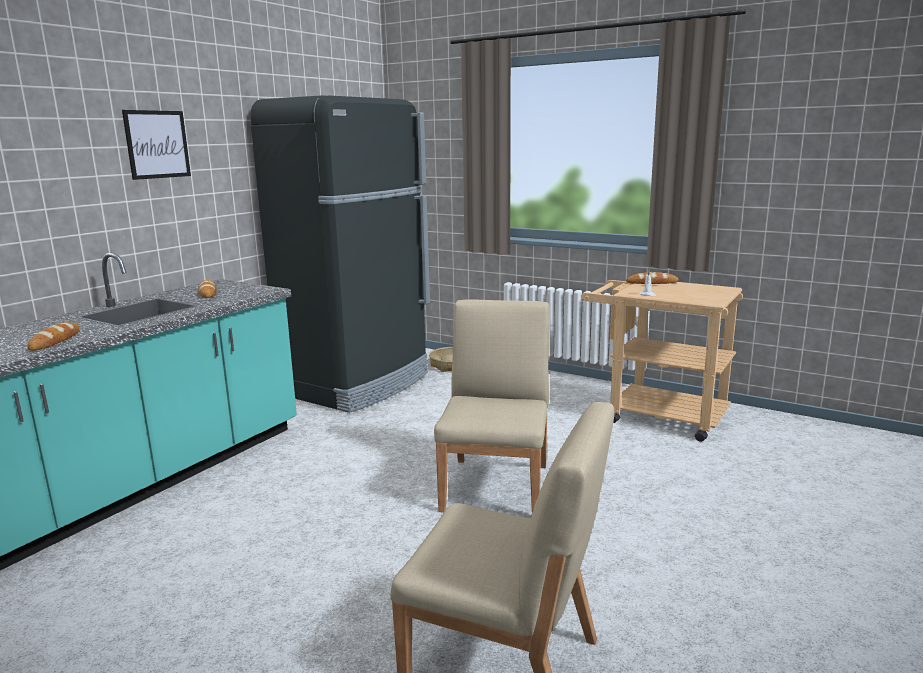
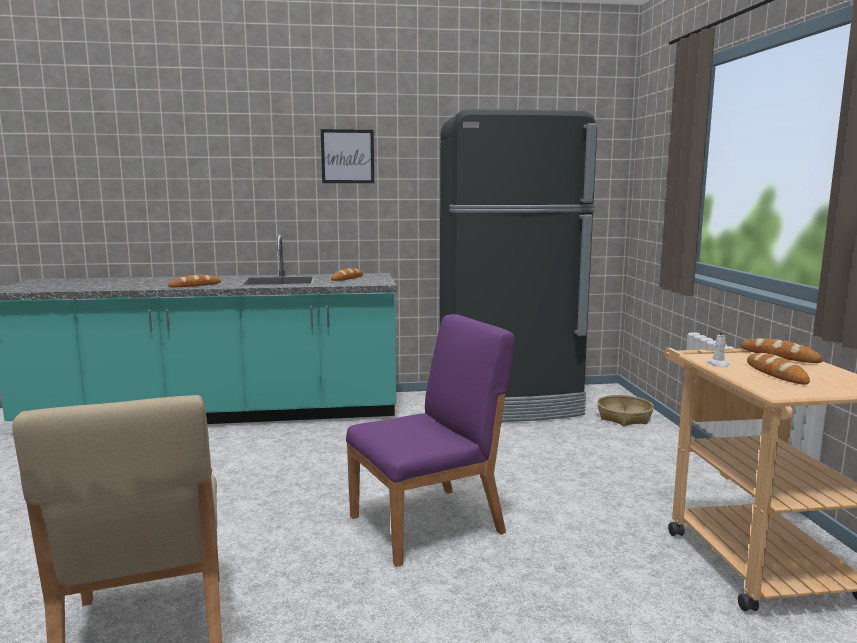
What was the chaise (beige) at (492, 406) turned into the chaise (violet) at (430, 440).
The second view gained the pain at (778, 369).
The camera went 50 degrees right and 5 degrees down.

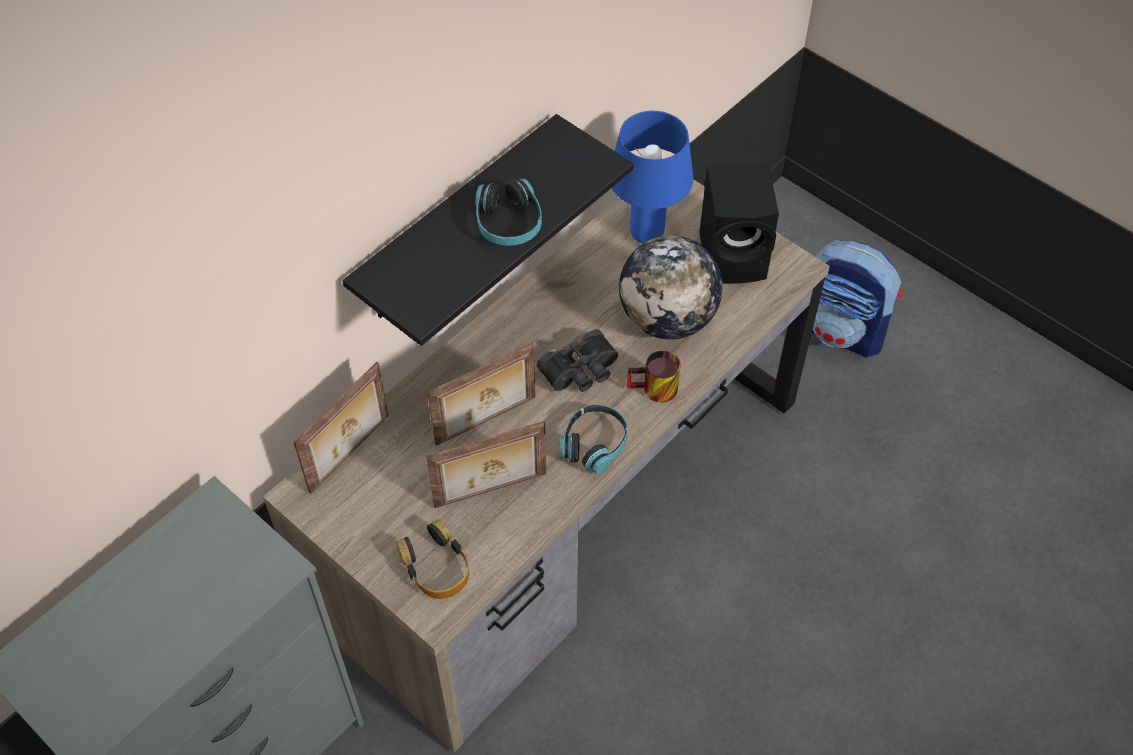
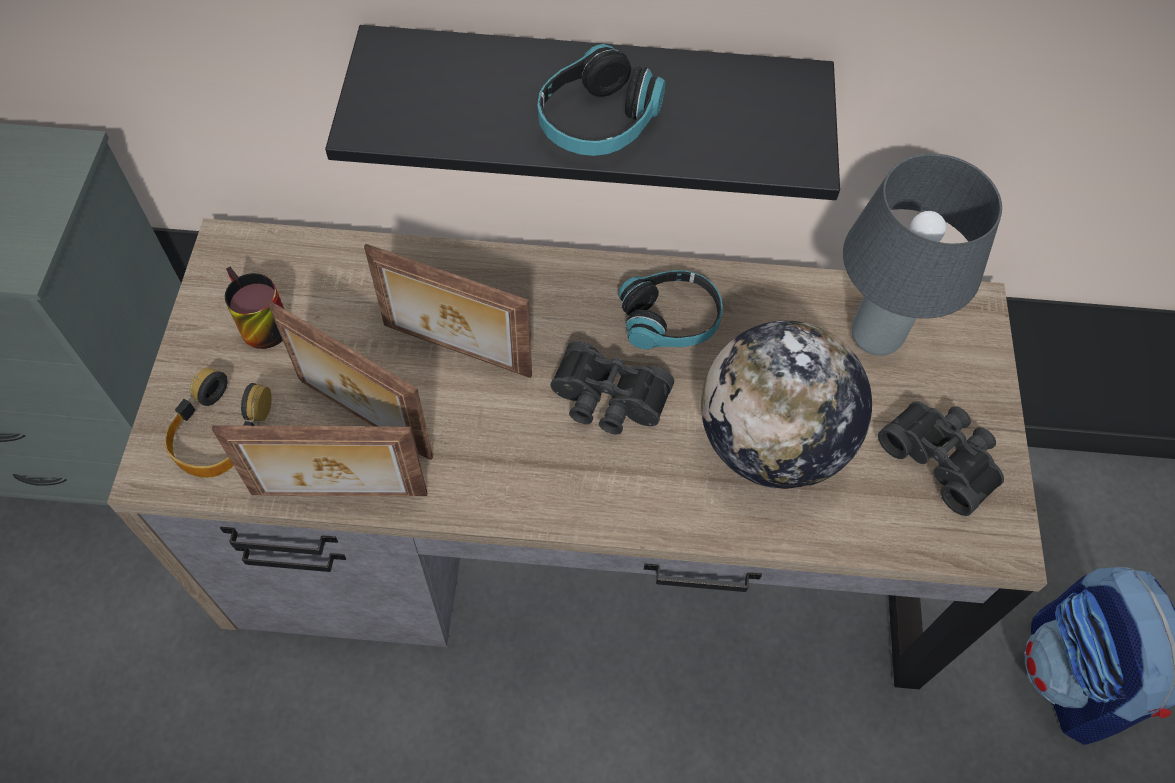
The cadre photo ended up elsewhere, having gone from (341, 428) to (319, 460).
The casque audio ended up elsewhere, having gone from (594, 439) to (670, 309).
What was the lampe de table (bleu) at (652, 177) turned into the lampe de table (gris) at (922, 254).
The mug ended up elsewhere, having gone from (654, 377) to (254, 308).
Where the enceinte (noir) stood at (739, 223), the jumelles (noir) came to stand at (941, 458).
The camera went 50 degrees right and 5 degrees up.

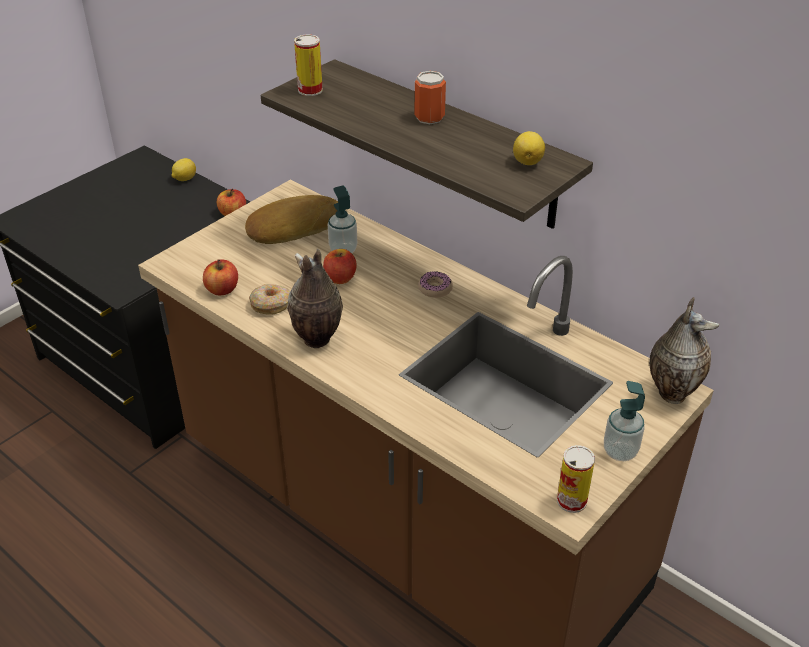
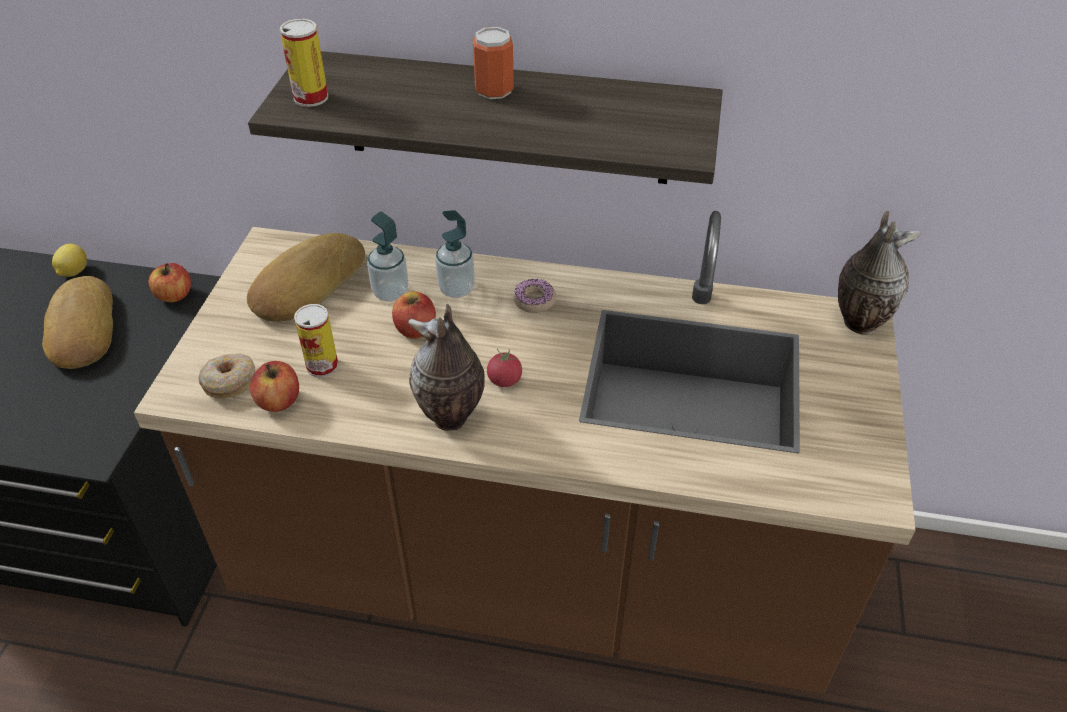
The beignet ended up elsewhere, having gone from (270, 299) to (226, 376).
The second view lost the citron at (529, 148).
The boîte métallique ended up elsewhere, having gone from (576, 479) to (316, 341).
The distributeur de savon ended up elsewhere, having gone from (624, 421) to (455, 254).
The second view gained the pain at (77, 322).
The second view gained the tomate at (504, 368).
The camera went 30 degrees left and 5 degrees up.

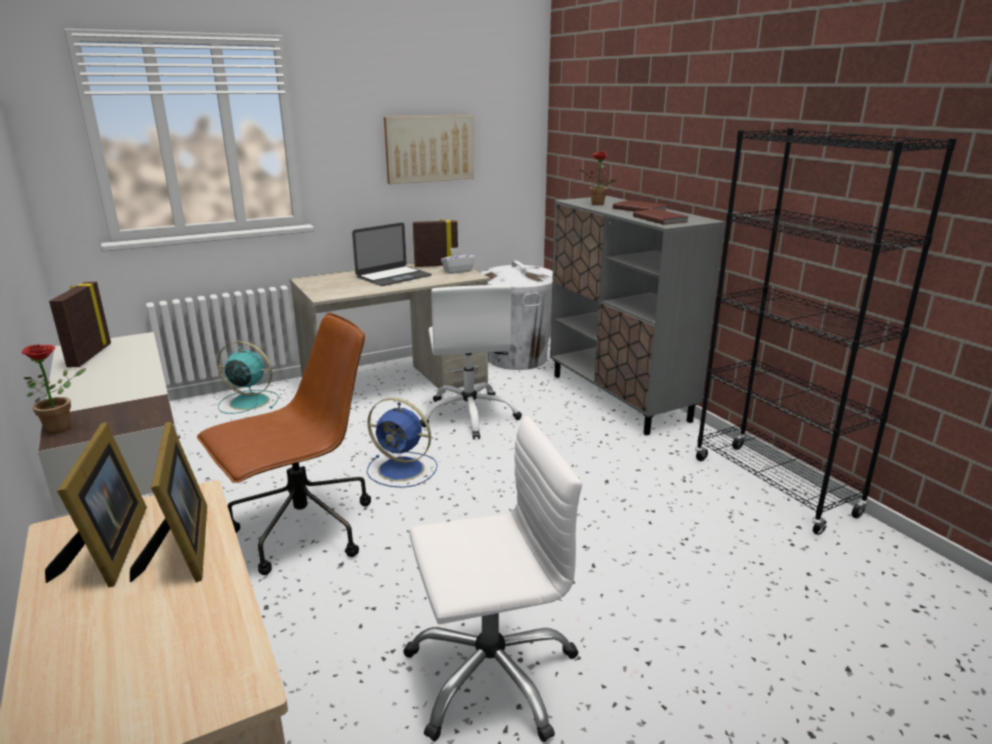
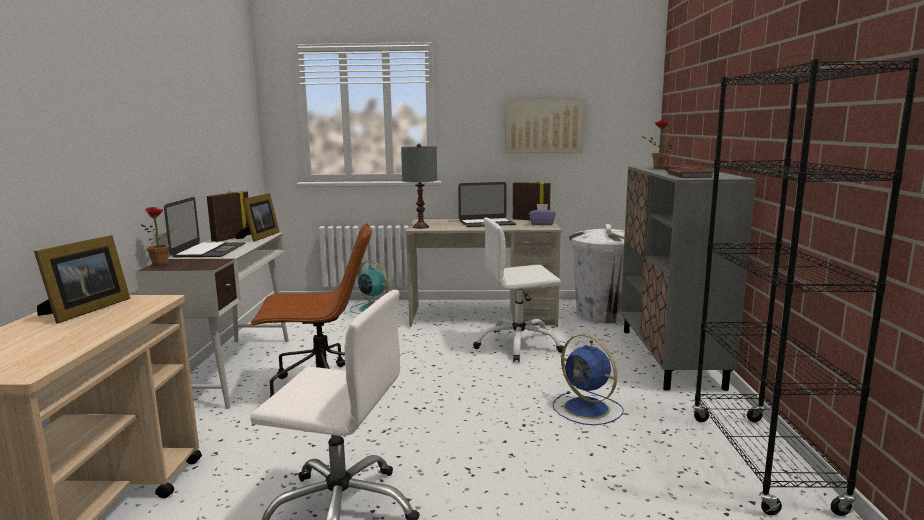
The cadre photo ended up elsewhere, having gone from (168, 502) to (258, 217).
The ventilateur (bleu) ended up elsewhere, having gone from (402, 443) to (588, 379).
The chaise de bureau (blanc) at (471, 362) ended up facing another way, 60 degrees clockwise from before.
What was the boîte à mouchoirs (blanc) at (458, 260) turned into the boîte à mouchoirs (violet) at (542, 214).
The second view gained the ordinateur portable at (205, 227).
The second view gained the lampe de table (gris) at (419, 186).
The camera went 30 degrees right and 10 degrees down.

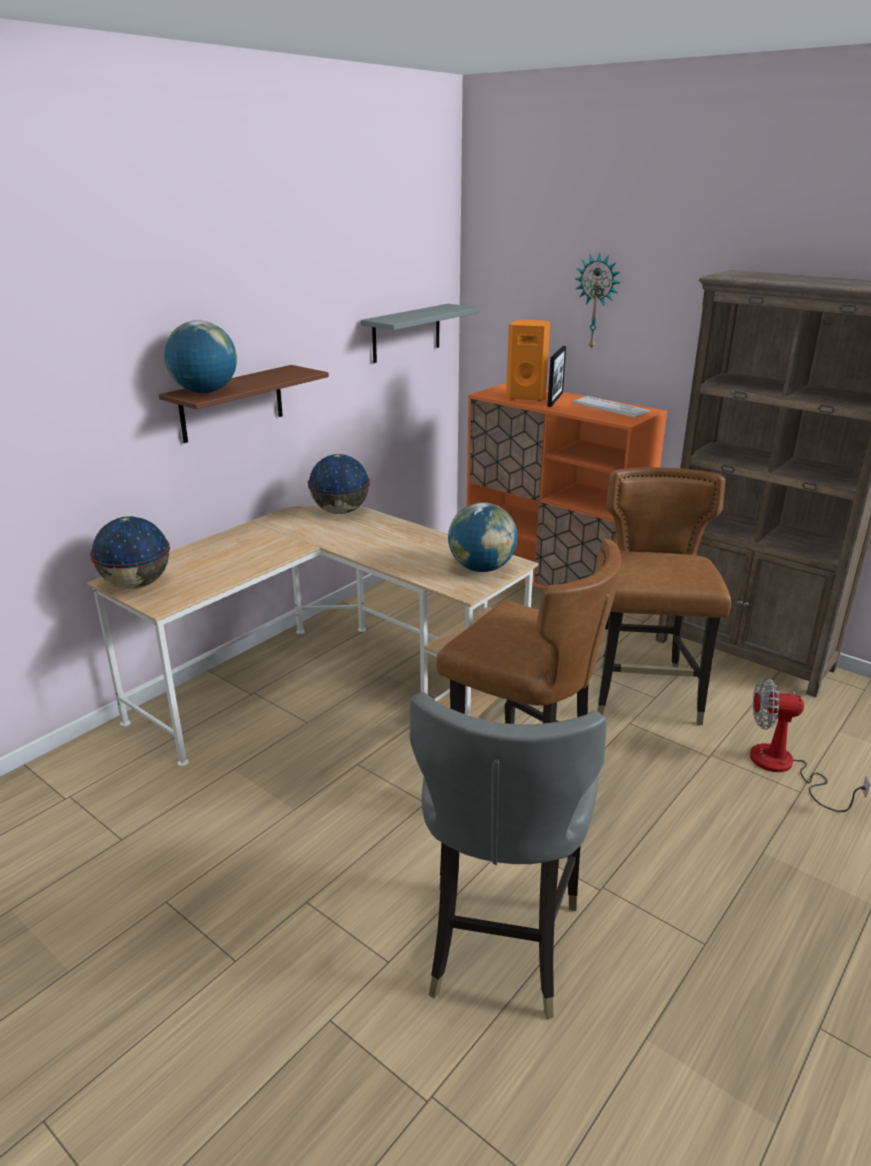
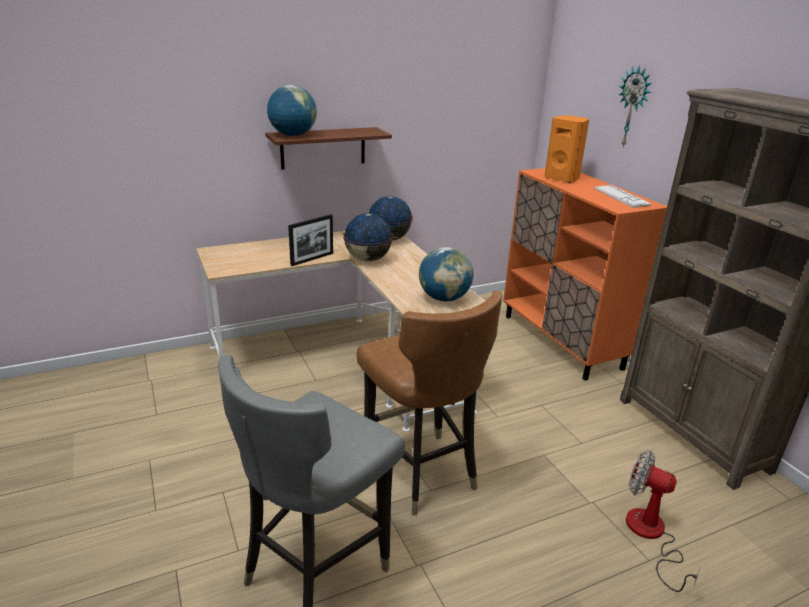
The globe ended up elsewhere, having gone from (130, 552) to (368, 237).
The second view lost the étagère (gris) at (420, 333).
The cadre photo ended up elsewhere, having gone from (556, 376) to (310, 240).
The second view lost the chaise (marron) at (664, 596).
The camera went 25 degrees right and 0 degrees up.

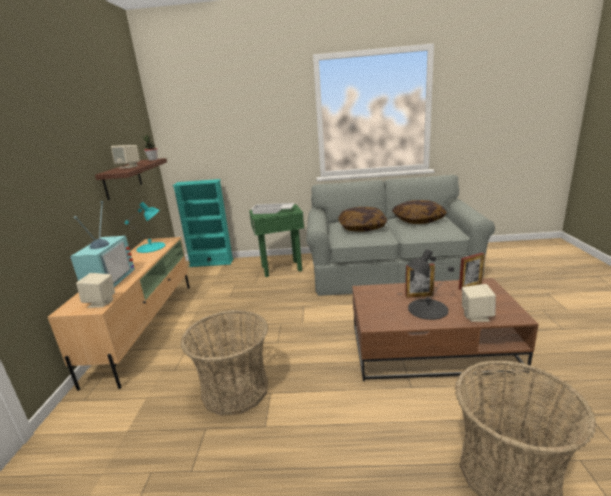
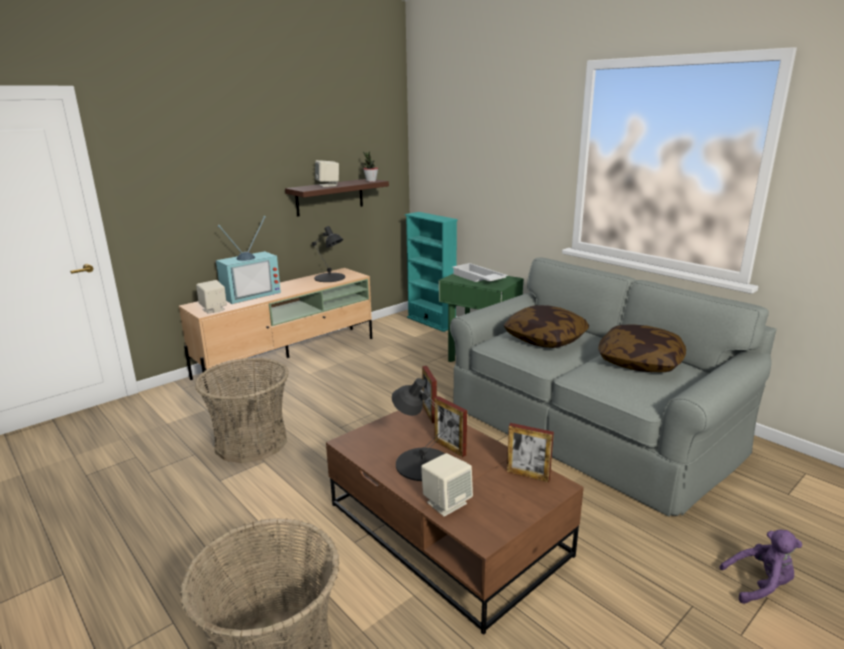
What was the lampe de table (turquoise) at (145, 227) turned into the lampe de table (noir) at (328, 254).
The second view gained the cadre photo at (429, 394).
The second view gained the peluche (violet) at (760, 567).
The camera went 45 degrees right and 0 degrees up.

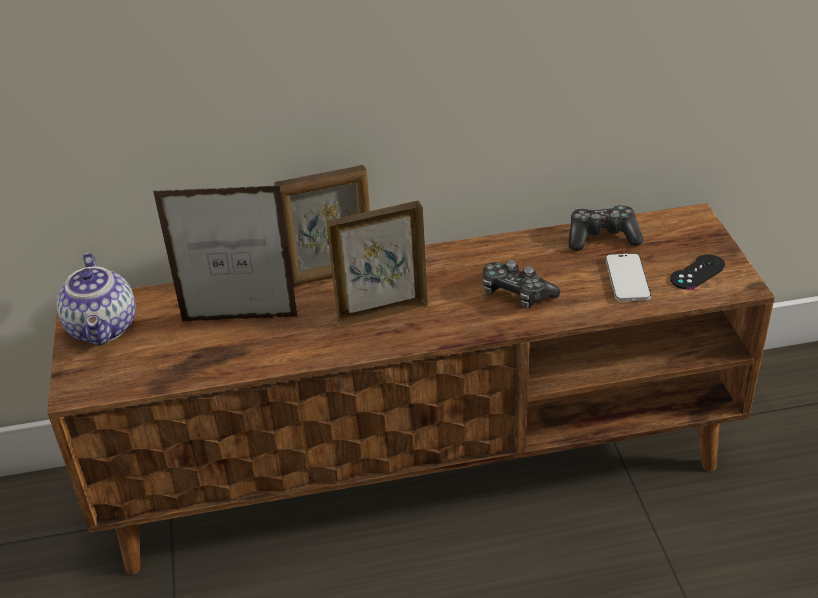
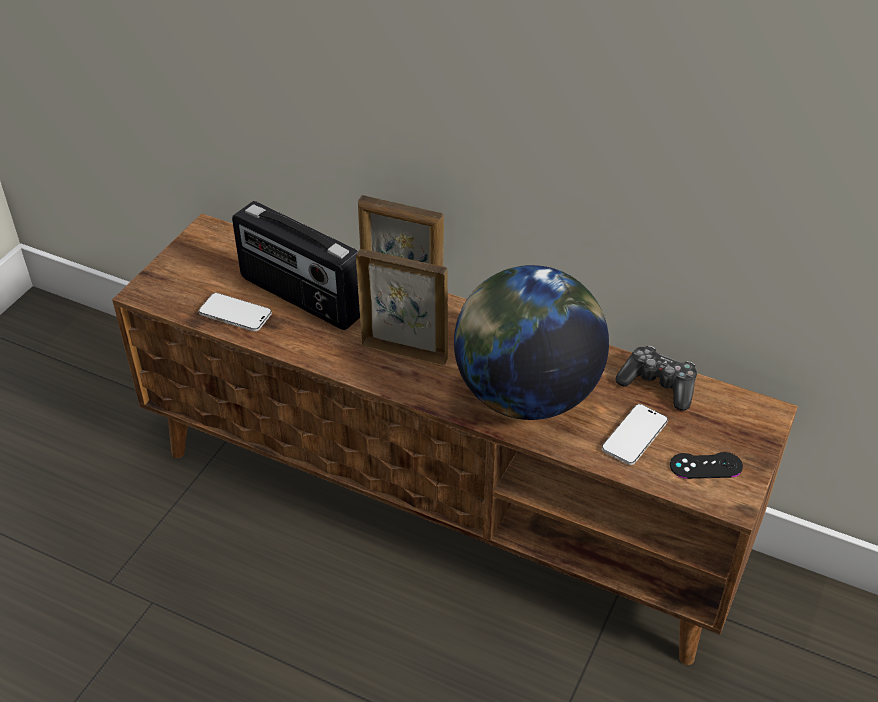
The second view lost the théière at (96, 299).
Where the cadre photo stood at (225, 253), the radio came to stand at (296, 265).
Where the manette stood at (521, 284), the globe came to stand at (531, 342).
The second view gained the téléphone at (235, 312).
The camera went 35 degrees right and 5 degrees up.

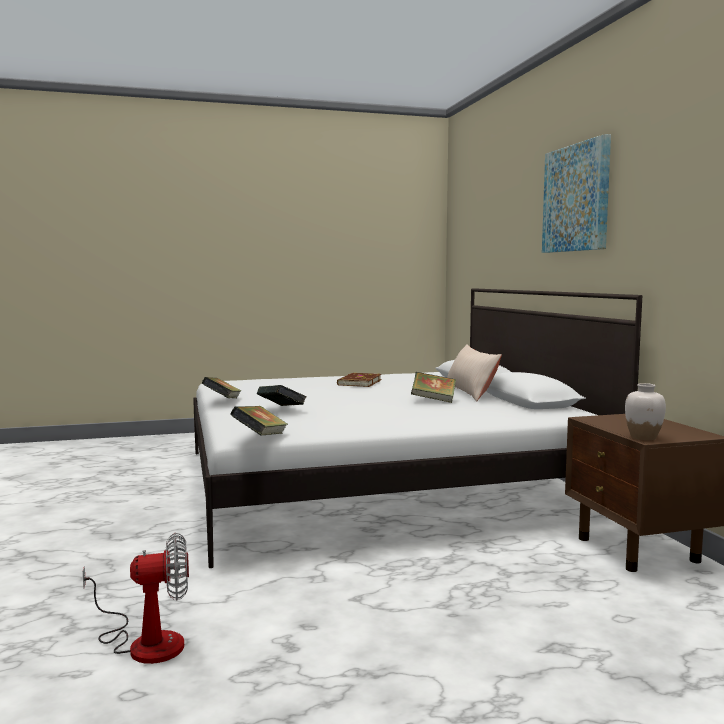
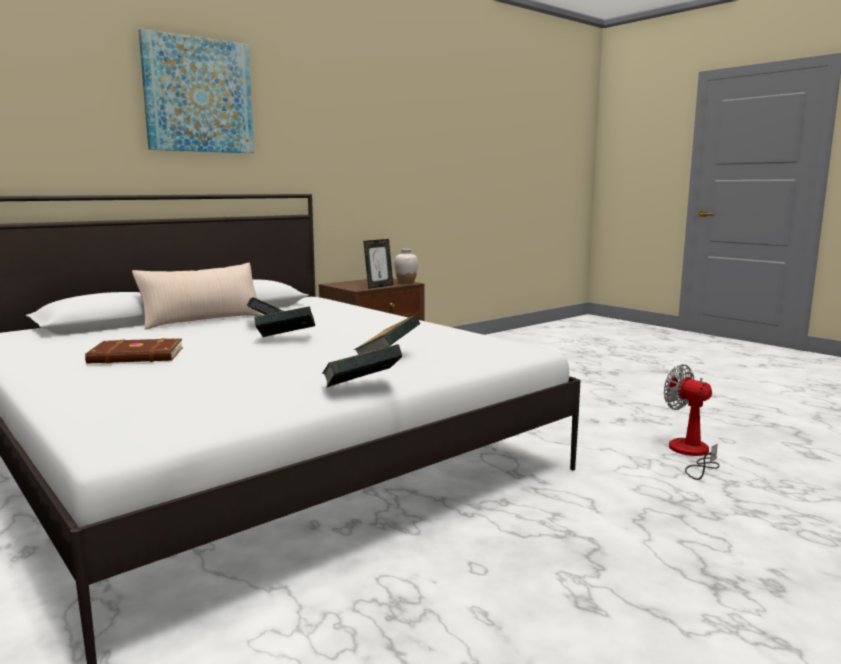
The livre ended up elsewhere, having gone from (259, 421) to (284, 321).
The second view gained the cadre photo at (378, 264).
The camera went 115 degrees left and 5 degrees up.

